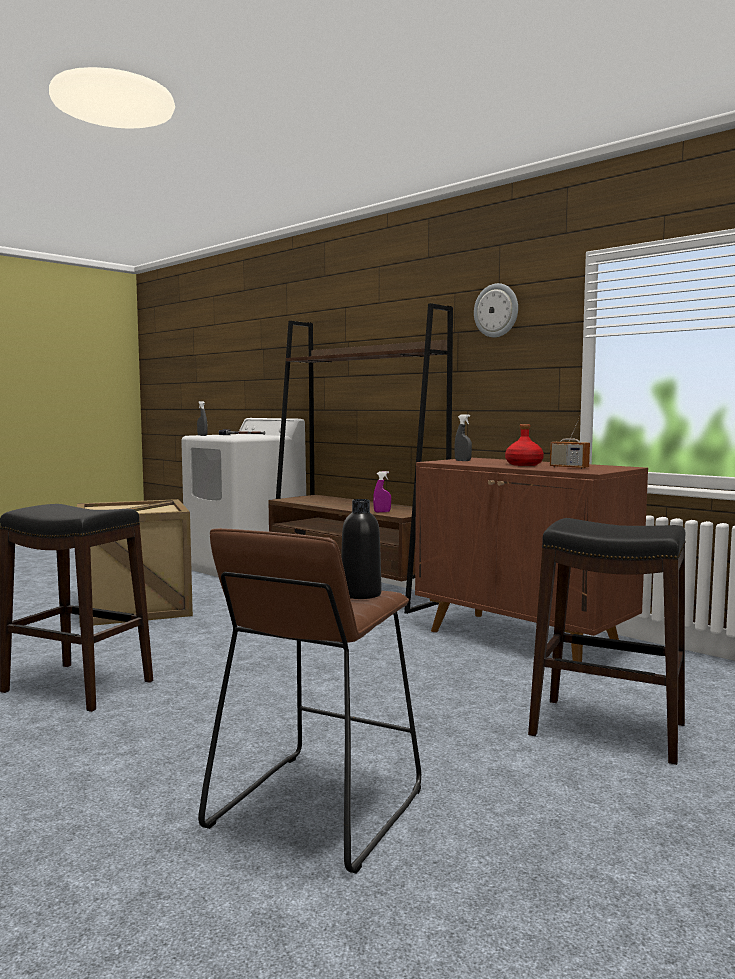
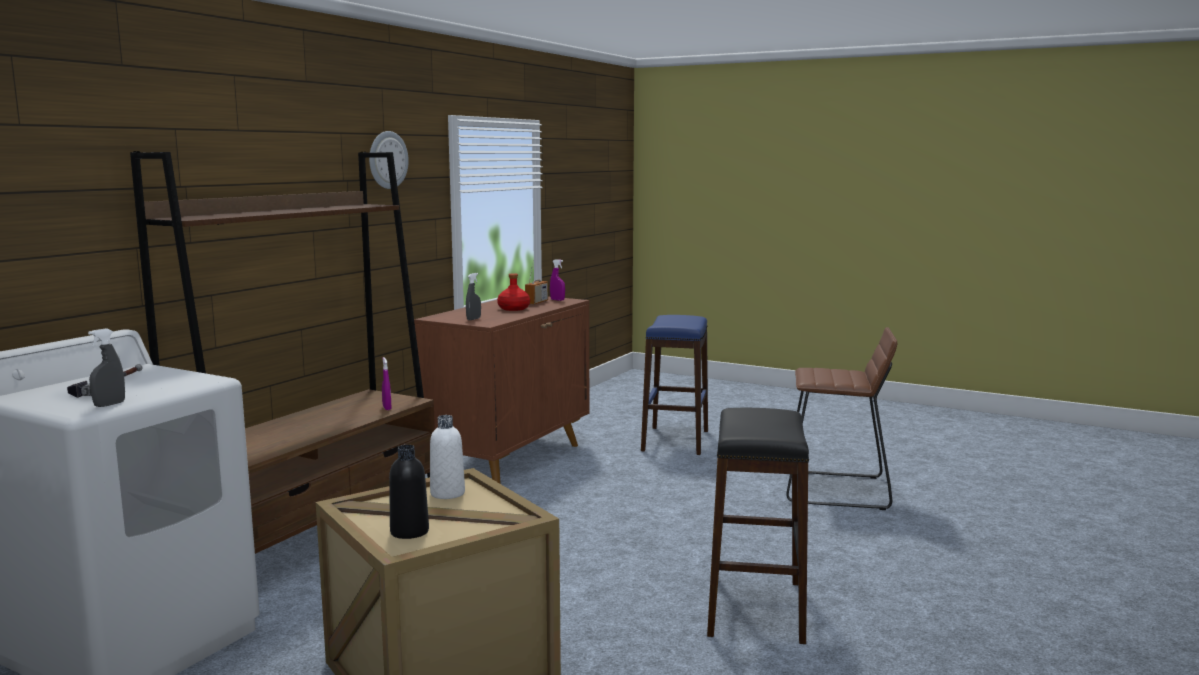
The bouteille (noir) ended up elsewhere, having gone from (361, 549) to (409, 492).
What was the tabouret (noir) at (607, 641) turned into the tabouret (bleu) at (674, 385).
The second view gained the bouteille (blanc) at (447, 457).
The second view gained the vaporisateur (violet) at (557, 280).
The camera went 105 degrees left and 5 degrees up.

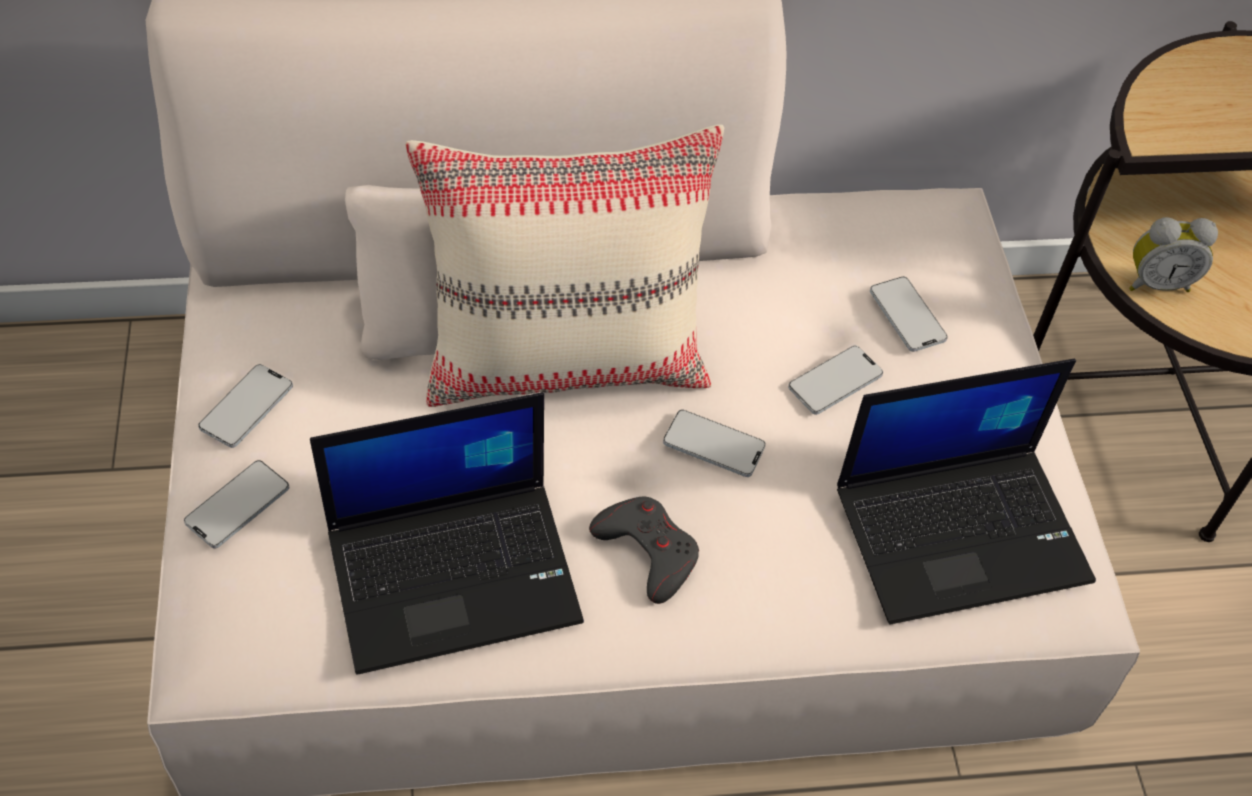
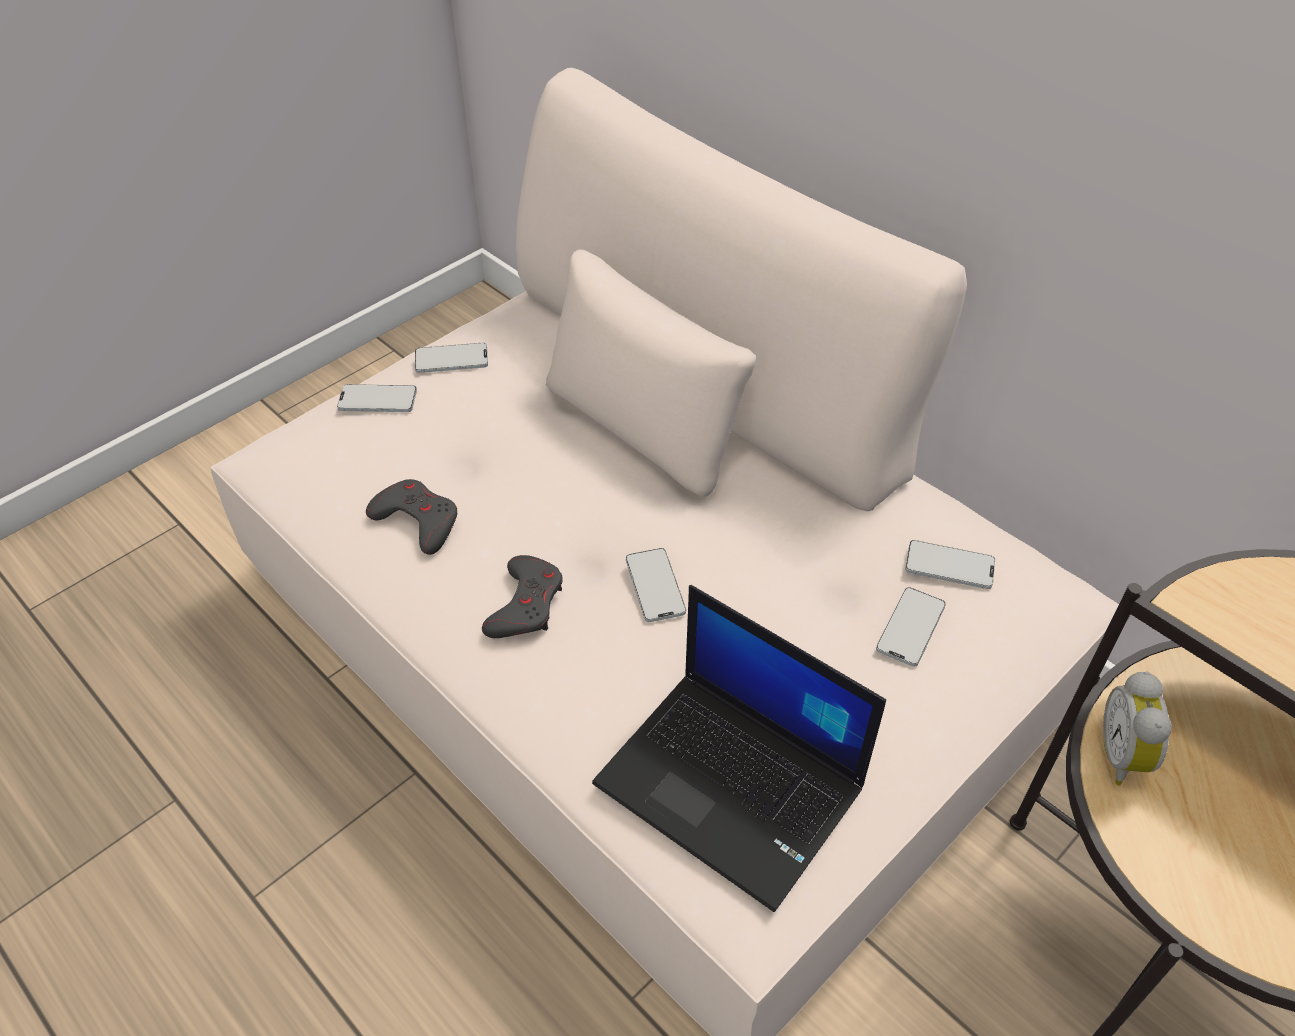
Where the ordinateur portable stood at (447, 533), the manette (gris) came to stand at (411, 517).
The second view lost the coussin (beige) at (564, 266).
The téléphone ended up elsewhere, having gone from (835, 380) to (950, 564).
The réveil at (1173, 254) ended up facing another way, 45 degrees clockwise from before.
The camera went 55 degrees right and 5 degrees down.

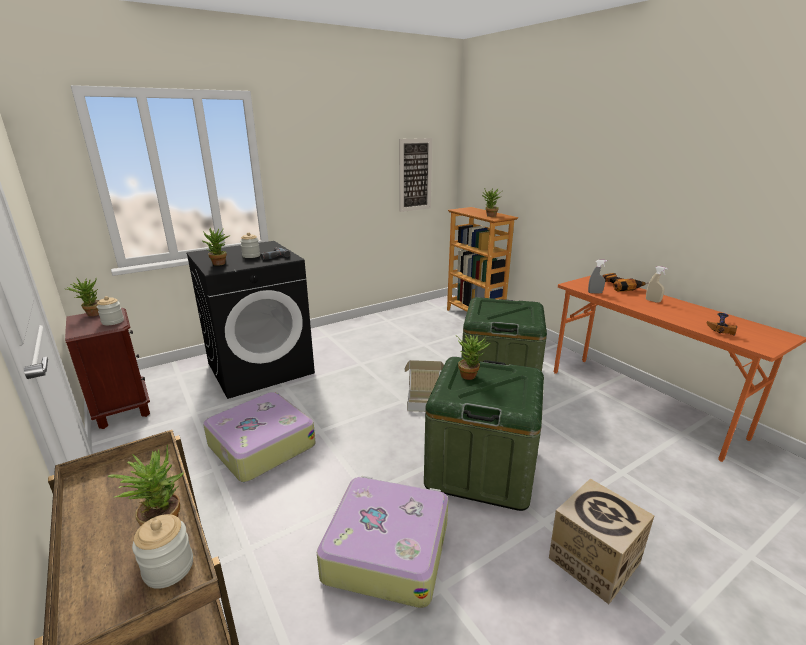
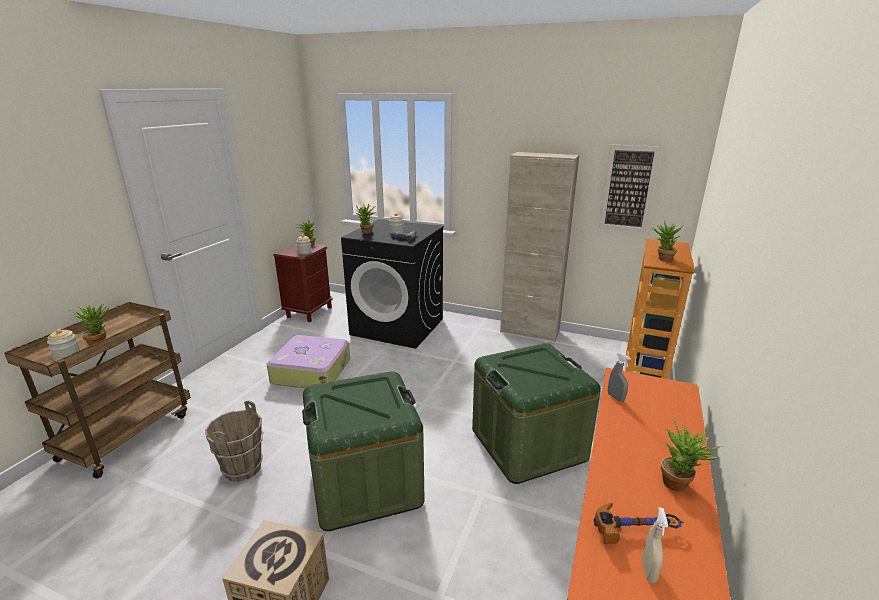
Where the valise stood at (382, 542), the seau (marron) came to stand at (234, 441).
The second view lost the carton at (424, 386).
The plante en pot ended up elsewhere, having gone from (472, 357) to (691, 455).
The second view lost the perceuse at (626, 282).
The vaporisateur (beige) ended up elsewhere, having gone from (657, 284) to (655, 545).
The second view gained the meuble de rangement (beige) at (539, 247).
The camera went 55 degrees right and 0 degrees up.

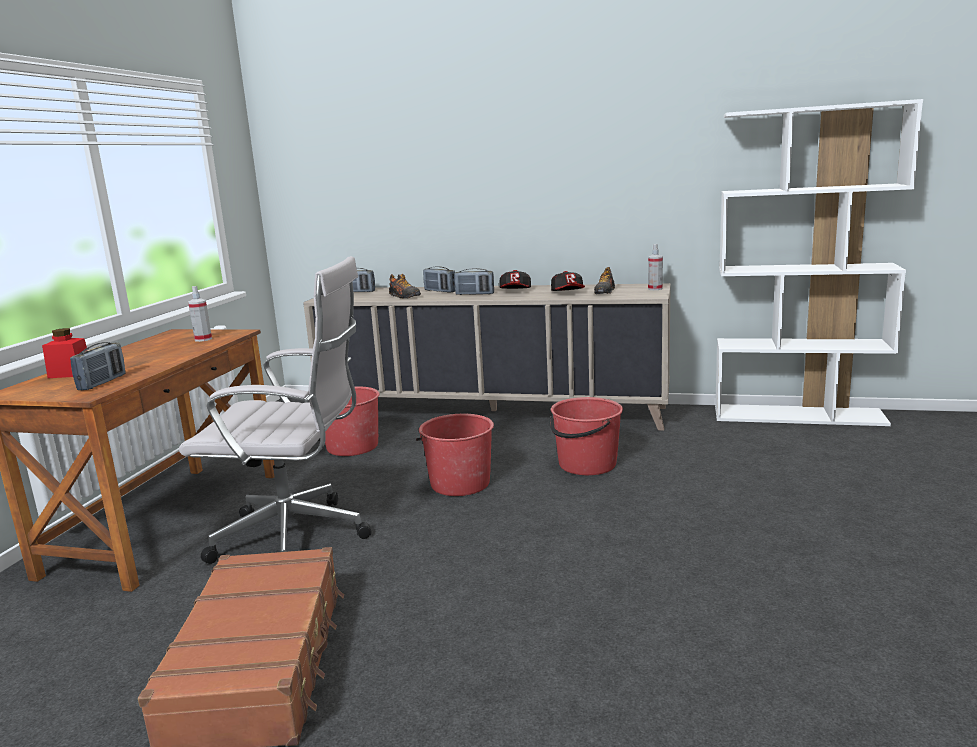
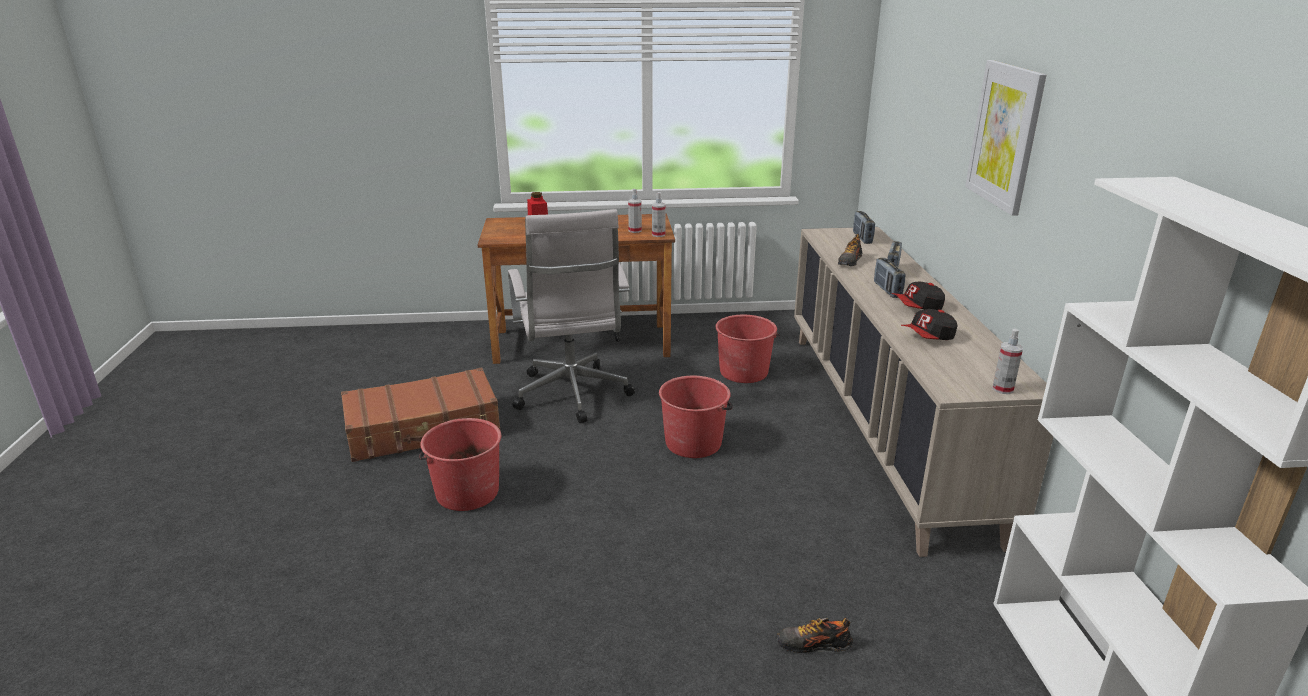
The second view lost the radio at (98, 366).
The seau (rouge) ended up elsewhere, having gone from (586, 436) to (459, 464).
The chaussure ended up elsewhere, having gone from (604, 280) to (815, 635).
The second view gained the vaporisateur at (659, 214).
The second view gained the tableau at (1005, 138).
The camera went 70 degrees right and 10 degrees up.

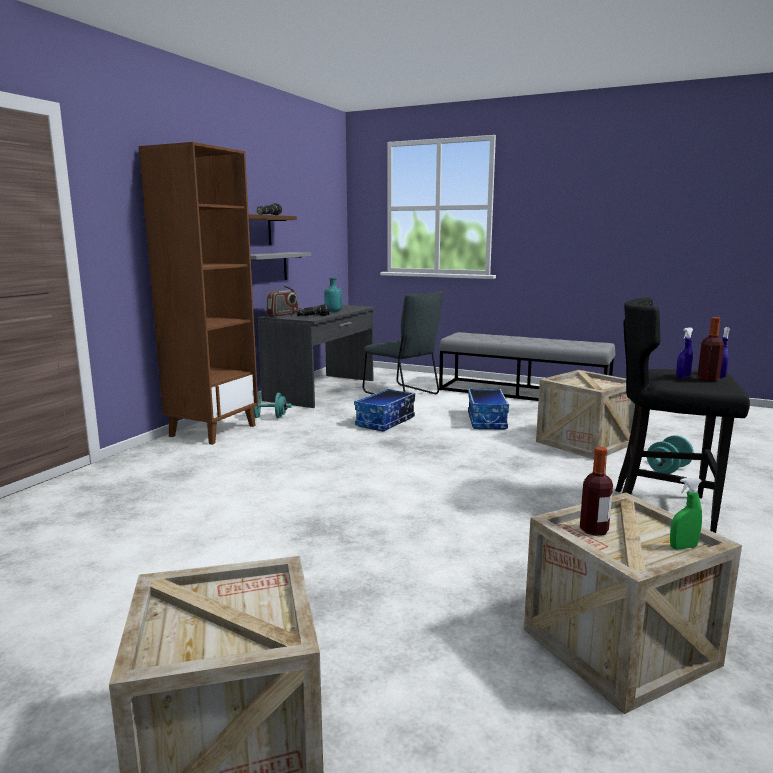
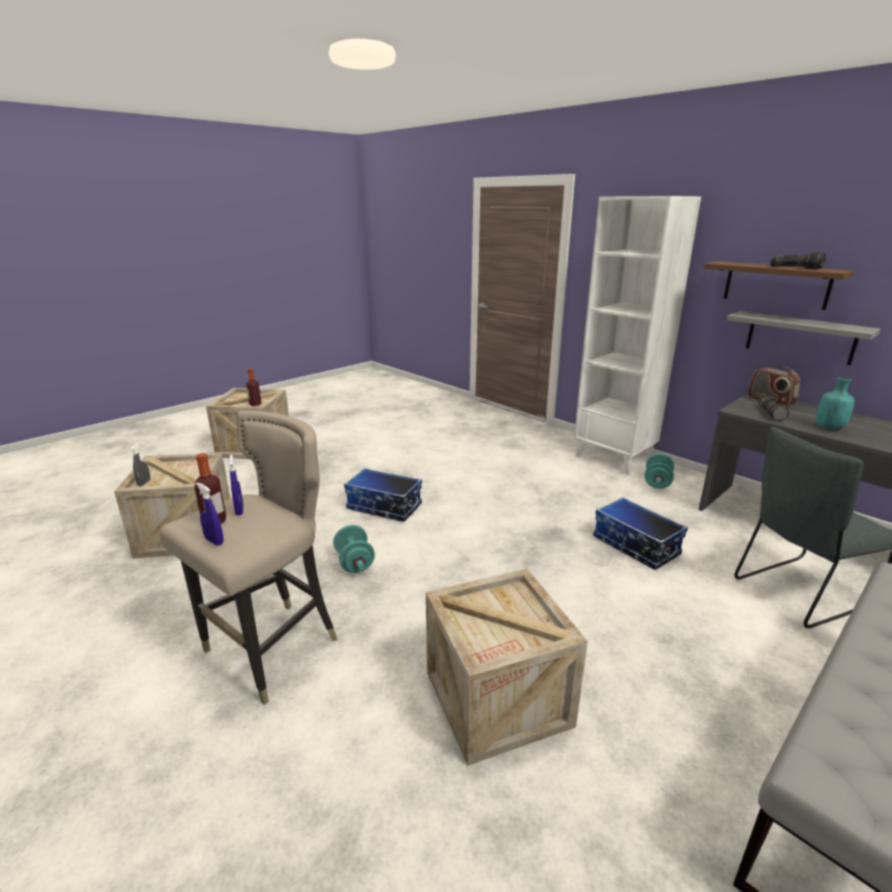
What was the bibliothèque (marron) at (198, 293) turned into the bibliothèque (blanc) at (637, 335).
The boîte de rangement ended up elsewhere, having gone from (488, 409) to (383, 495).
The bouteille ended up elsewhere, having gone from (596, 491) to (253, 387).
What was the tabouret (noir) at (682, 415) turned into the tabouret (beige) at (248, 558).
The haltère (turquoise) ended up elsewhere, having gone from (670, 454) to (354, 549).
What was the vaporisateur (vert) at (686, 513) turned into the vaporisateur (gris) at (140, 464).
The camera went 110 degrees right and 10 degrees up.

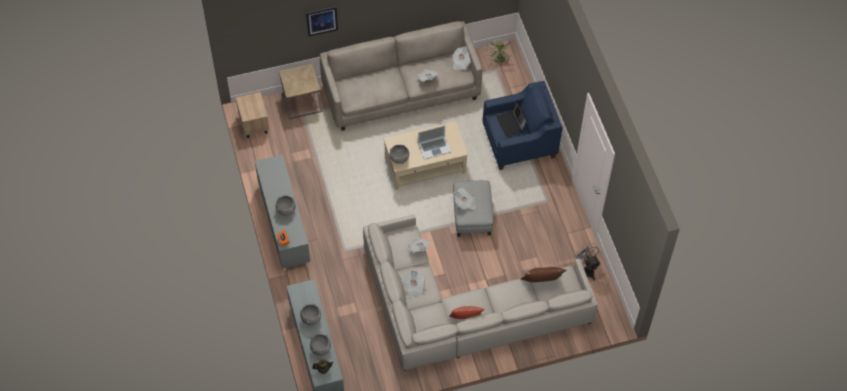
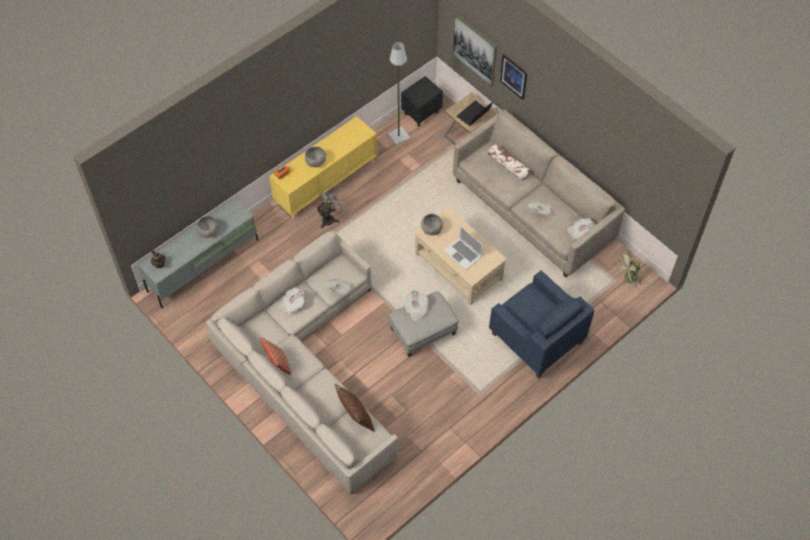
What was the table de chevet (beige) at (252, 115) turned into the table de chevet (noir) at (422, 101).
What was the meuble de rangement (gris) at (282, 213) turned into the meuble de rangement (jaune) at (323, 168).
The second view lost the bol (gris) at (320, 345).
The ordinateur portable ended up elsewhere, having gone from (511, 118) to (475, 113).
The ventilateur (gris) ended up elsewhere, having gone from (587, 261) to (331, 209).
The second view gained the lampadaire (gris) at (399, 93).
The second view gained the tableau at (474, 50).
The second view gained the coussin at (509, 162).
The camera went 65 degrees right and 0 degrees up.

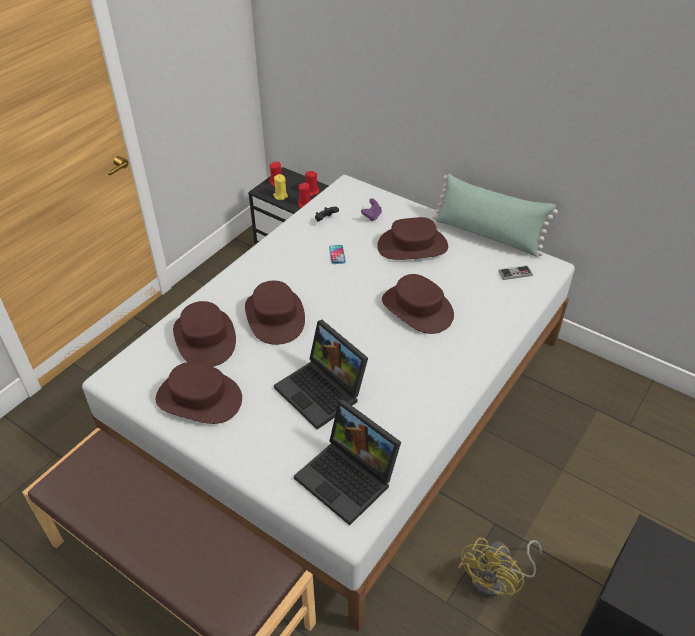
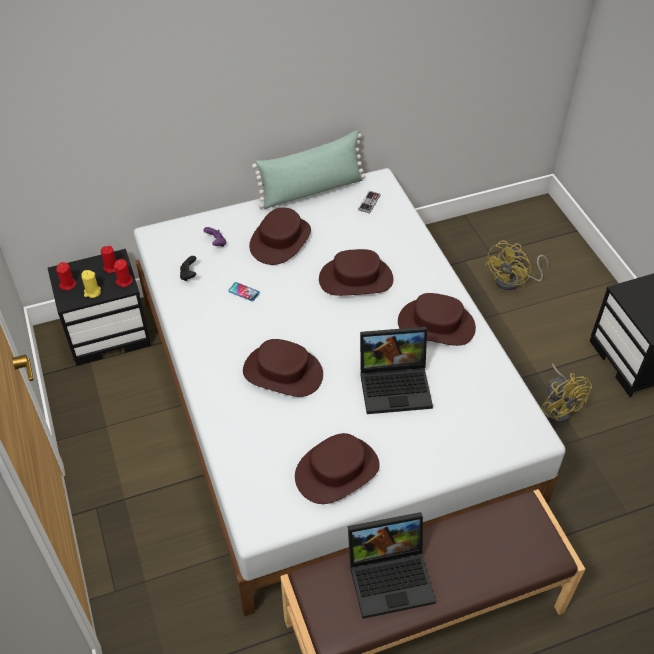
The chapeau (marron) ended up elsewhere, having gone from (204, 334) to (437, 319).
The ordinateur portable ended up elsewhere, having gone from (347, 462) to (392, 565).
The second view gained the ventilateur (jaune) at (517, 265).
The camera went 55 degrees left and 5 degrees up.

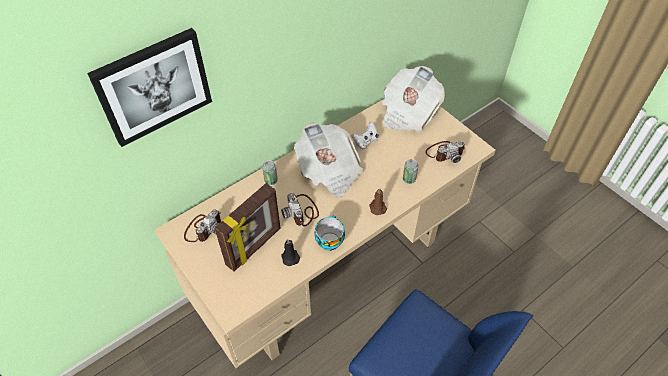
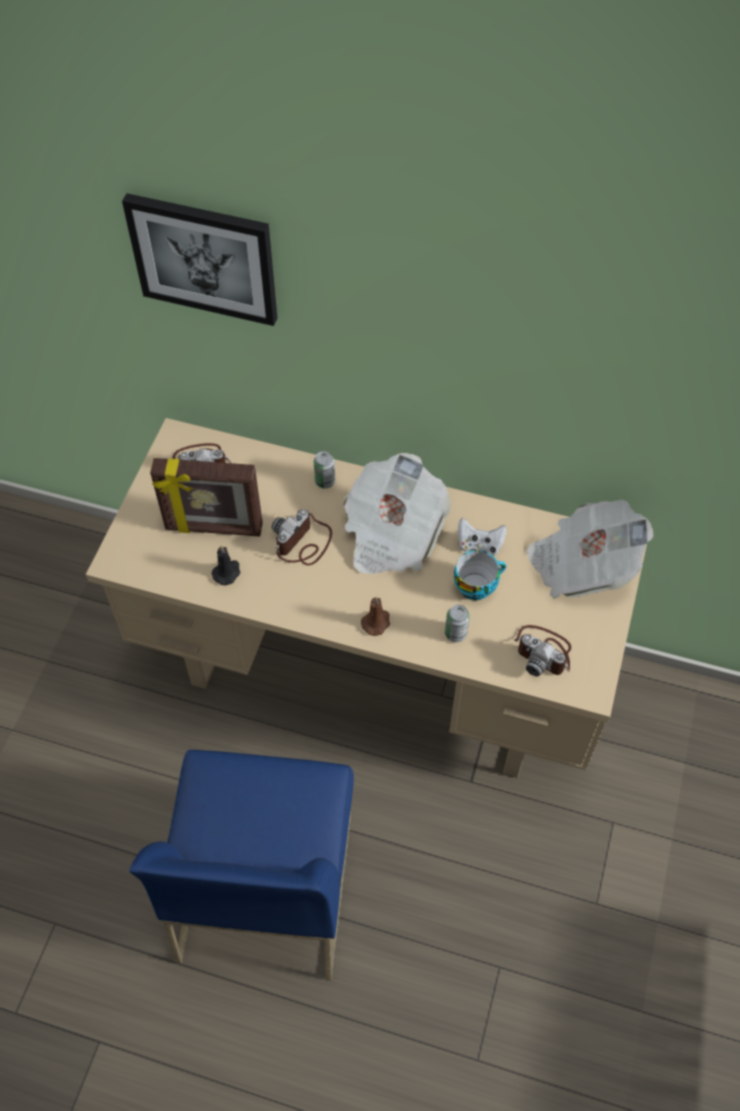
The tasse ended up elsewhere, having gone from (329, 233) to (480, 575).
The camera went 55 degrees right and 5 degrees up.

